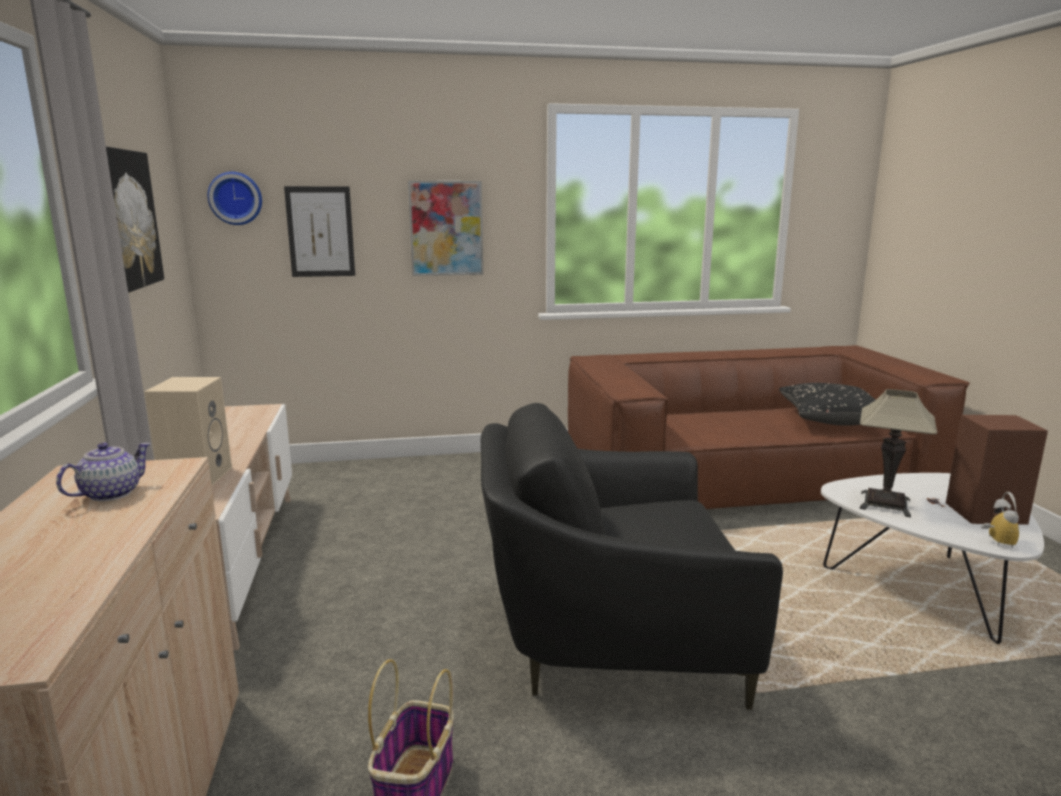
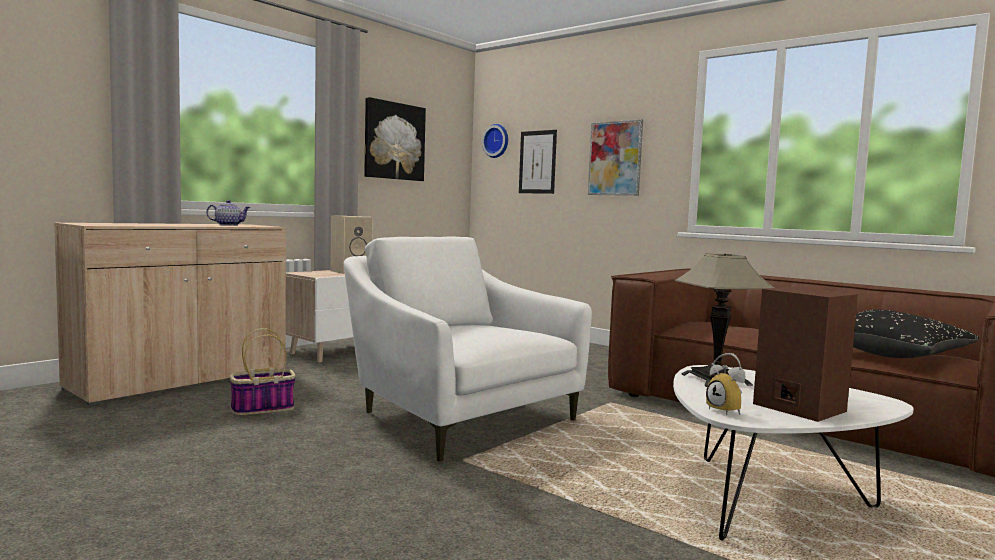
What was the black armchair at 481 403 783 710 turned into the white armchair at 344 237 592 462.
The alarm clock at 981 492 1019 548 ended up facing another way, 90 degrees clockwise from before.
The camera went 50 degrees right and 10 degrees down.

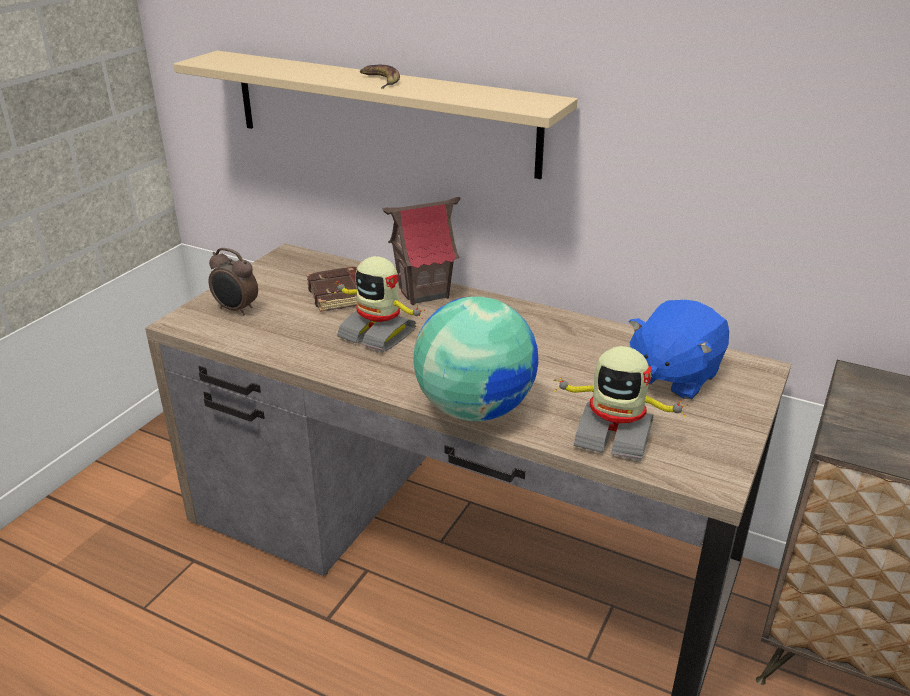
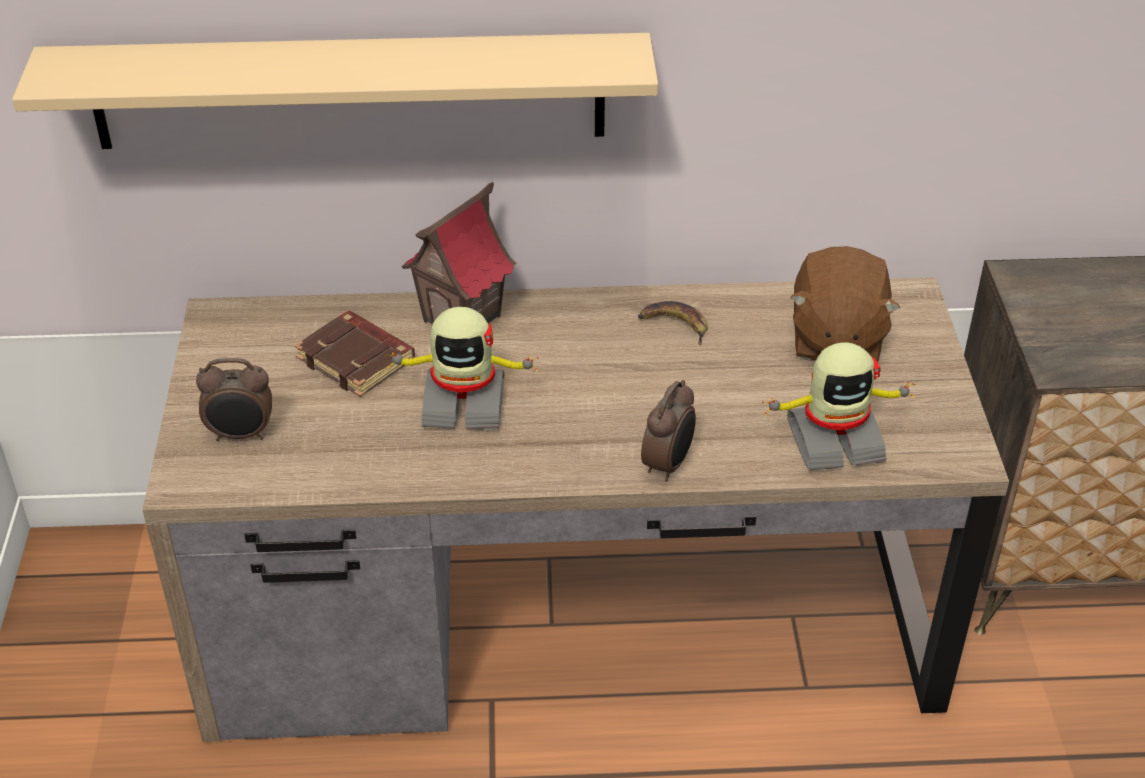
The banana ended up elsewhere, having gone from 360 65 400 89 to 638 301 708 346.
Where the globe stood at 413 297 538 421, the alarm clock came to stand at 641 380 696 482.
What was the blue plush toy at 629 300 729 399 turned into the brown plush toy at 790 246 900 362.
The camera went 30 degrees left and 10 degrees up.

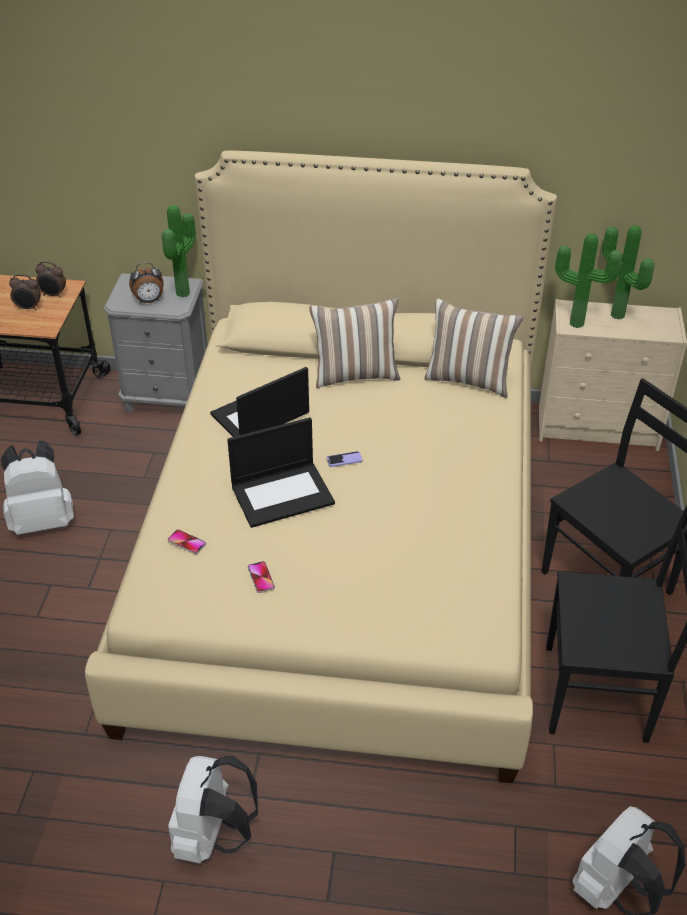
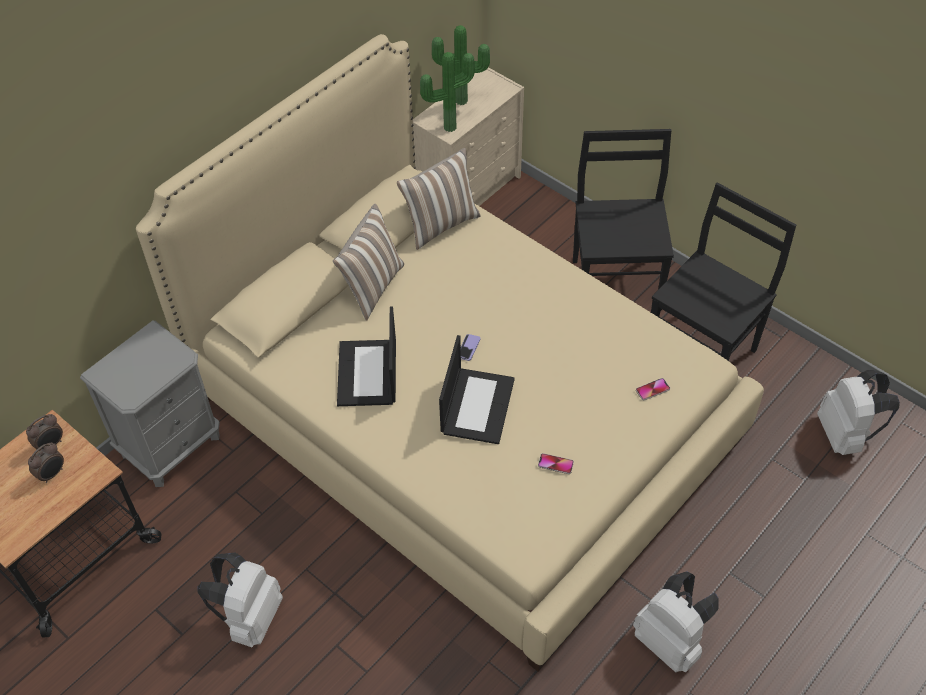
The second view lost the alarm clock at 129 262 164 303.
The second view lost the potted plant at 162 205 196 297.
The phone ended up elsewhere, having gone from 167 529 206 554 to 636 378 670 400.
The camera went 55 degrees left and 10 degrees up.

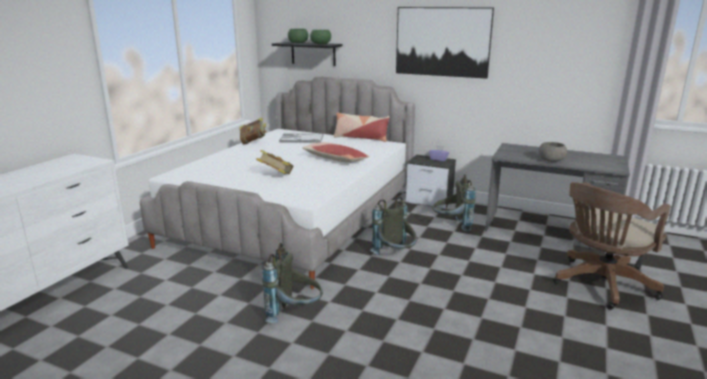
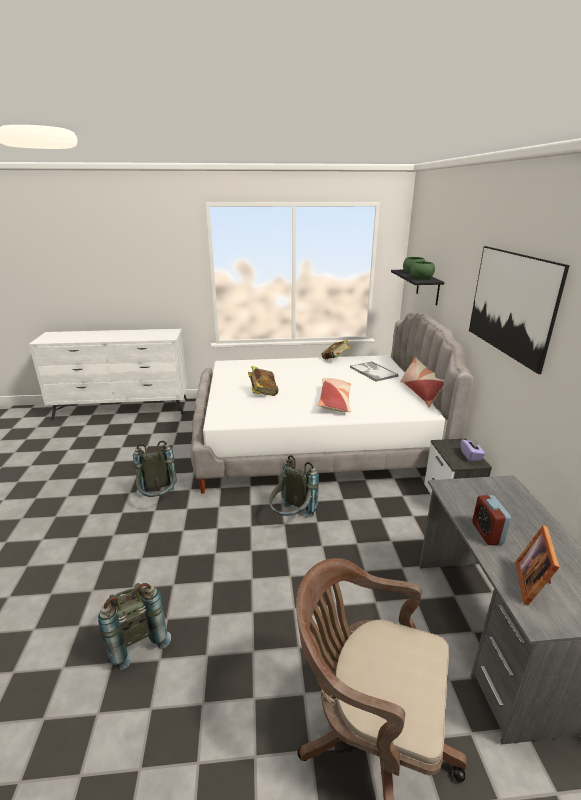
The second view gained the picture frame at 516 525 560 605.
The grey backpack ended up elsewhere, having gone from 432 174 476 231 to 98 583 171 670.
Where the grey bowl stood at 538 142 567 162, the alarm clock came to stand at 472 495 511 545.
The camera went 60 degrees right and 5 degrees up.

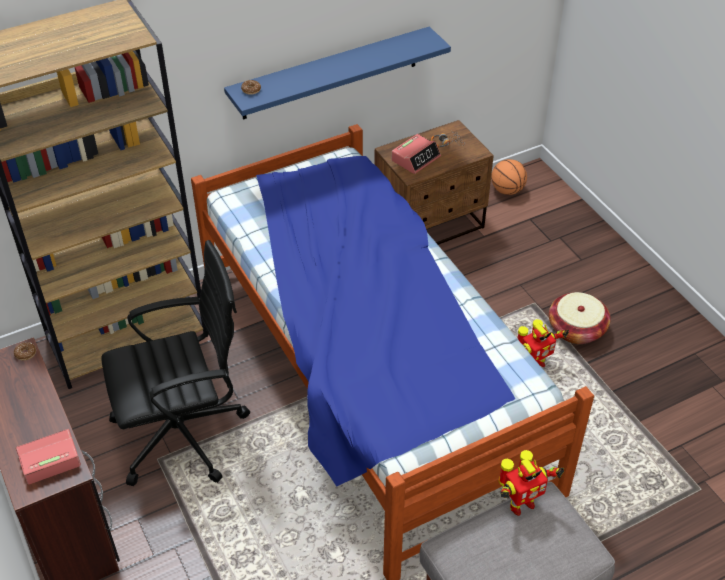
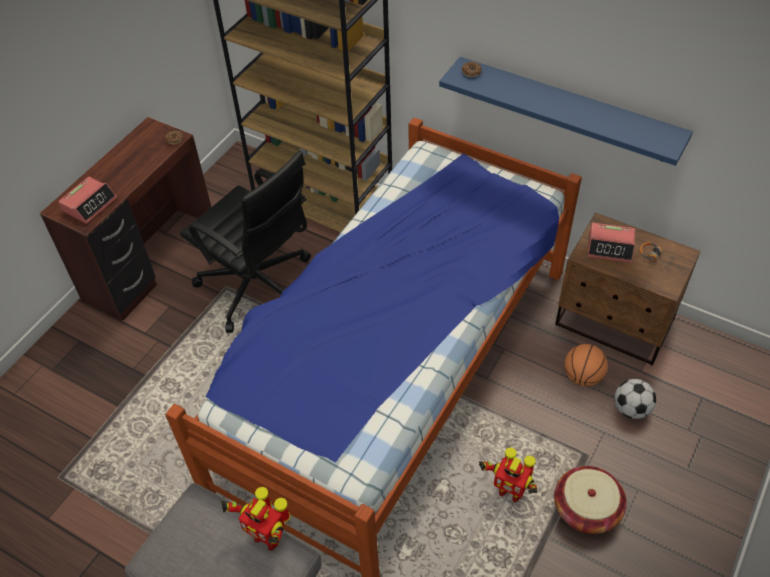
The second view gained the football at 615 379 656 419.
The basketball ended up elsewhere, having gone from 491 159 527 195 to 564 344 608 387.
The alarm clock at 16 429 81 485 ended up facing another way, 90 degrees clockwise from before.
The camera went 60 degrees right and 5 degrees up.

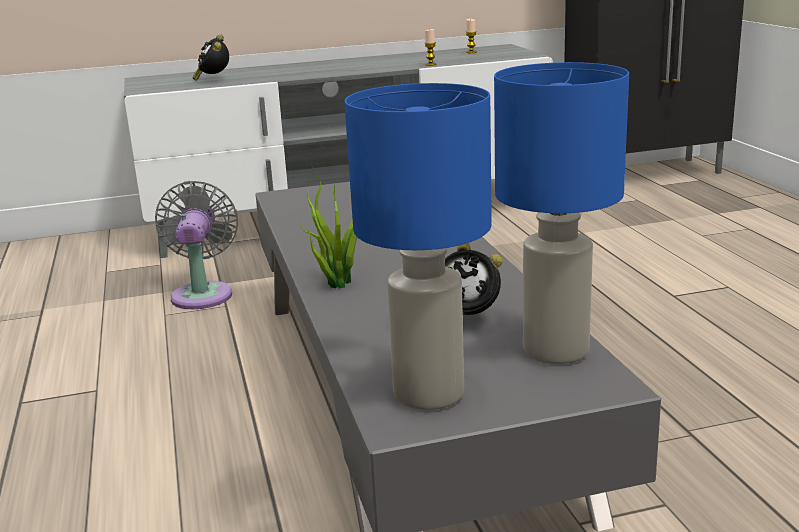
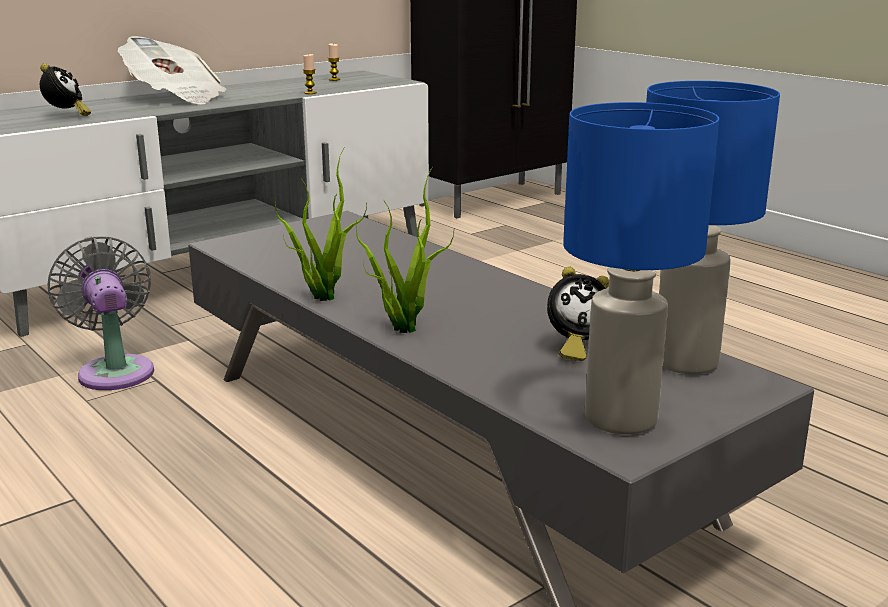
The second view gained the newspaper at 118 36 227 105.
The second view gained the potted plant at 275 147 367 301.
The alarm clock at 192 34 229 81 ended up facing another way, 150 degrees counterclockwise from before.
The camera went 25 degrees left and 0 degrees up.

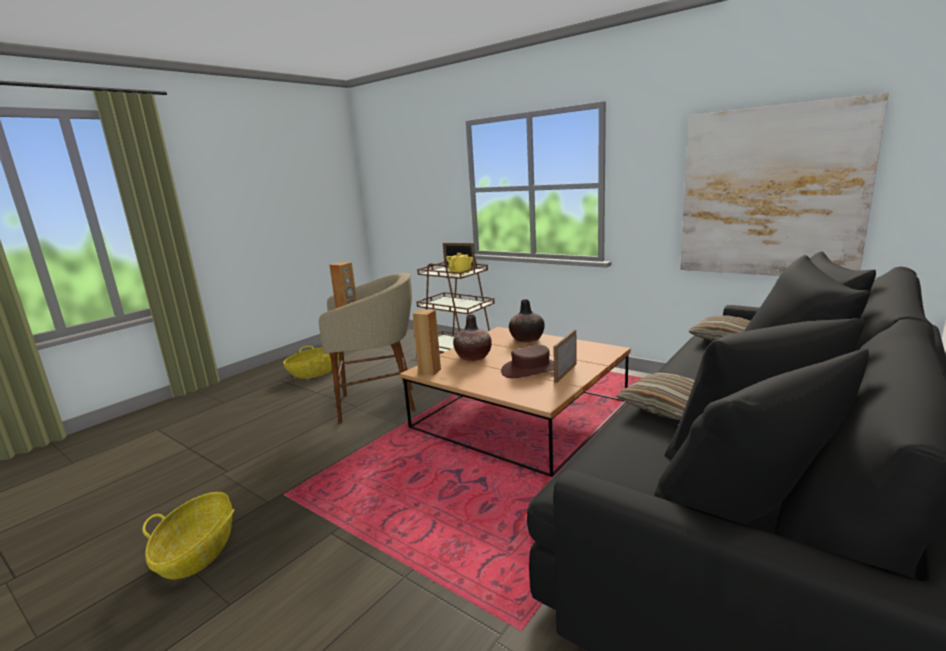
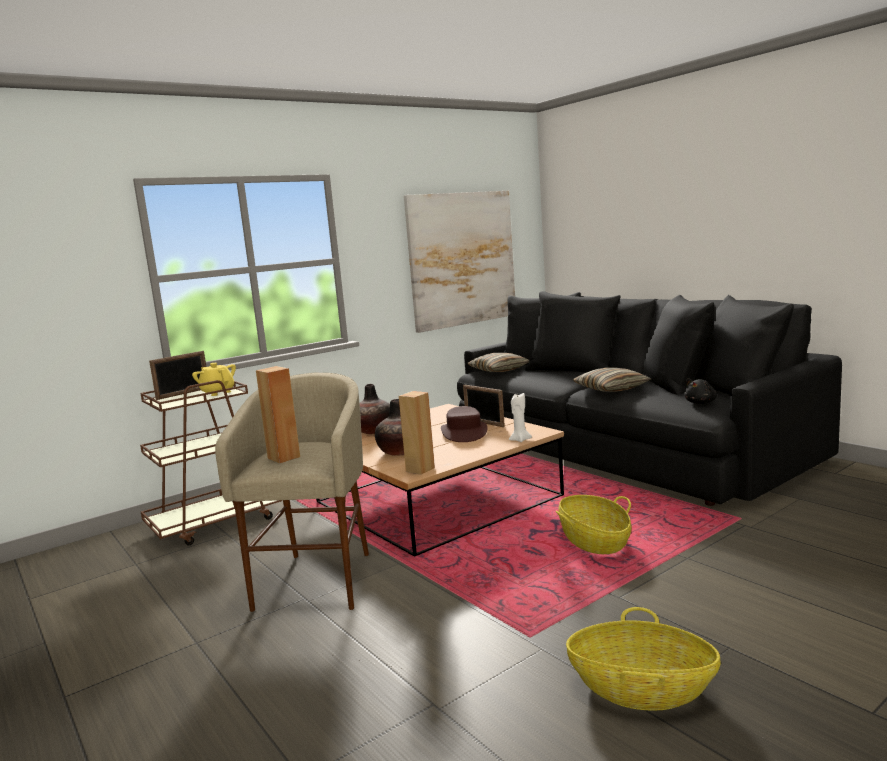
The second view gained the white candle at 509 393 532 442.
The second view gained the black plush toy at 684 378 717 404.
The basket ended up elsewhere, having gone from 283 346 339 378 to 556 495 631 554.
The camera went 75 degrees left and 5 degrees down.

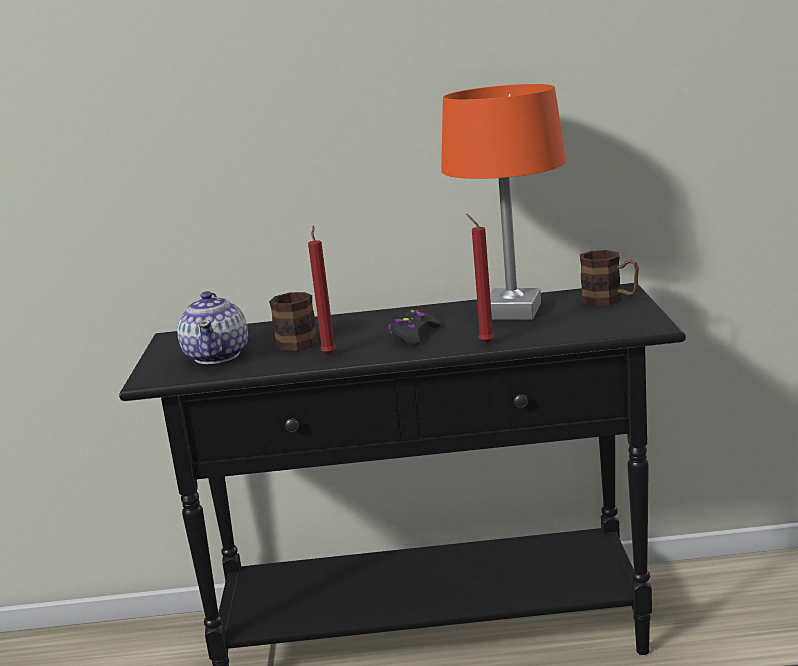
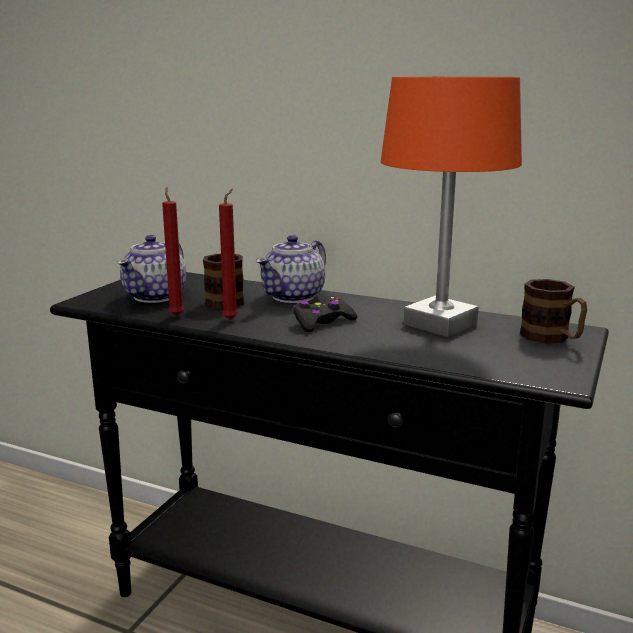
The second view gained the teapot at 256 235 326 303.
The red candle ended up elsewhere, having gone from 466 214 495 343 to 162 187 184 316.
The camera went 25 degrees right and 0 degrees up.

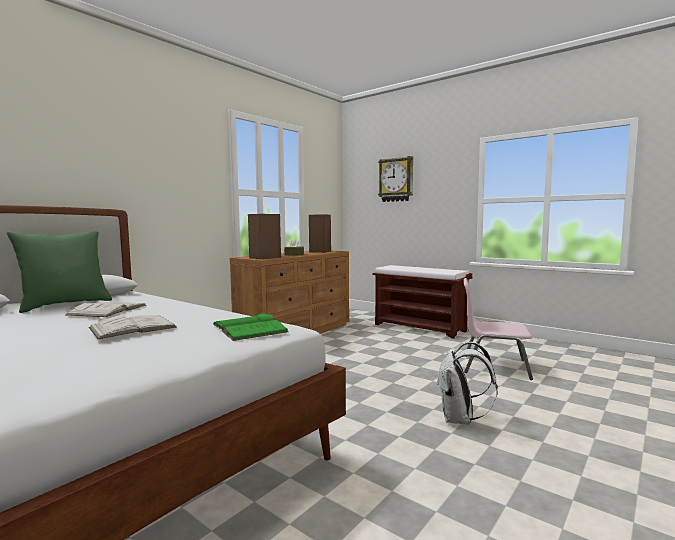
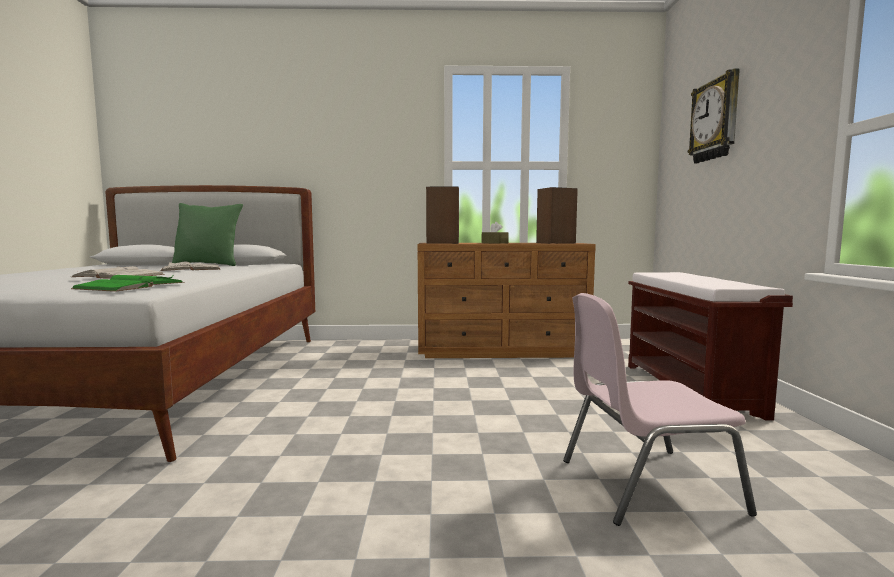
The second view lost the white backpack at 437 342 498 425.
The pink chair at 464 278 533 380 ended up facing another way, 75 degrees counterclockwise from before.
The camera went 50 degrees right and 0 degrees up.

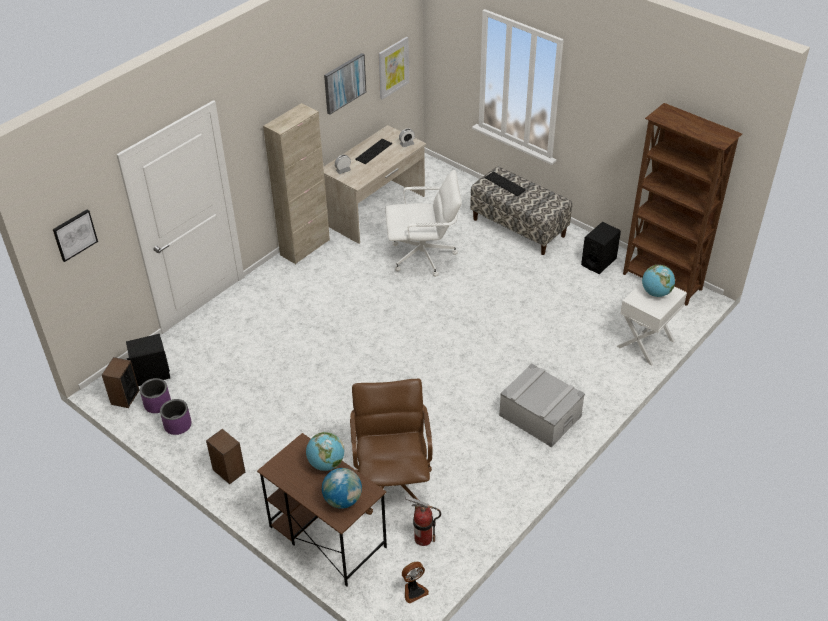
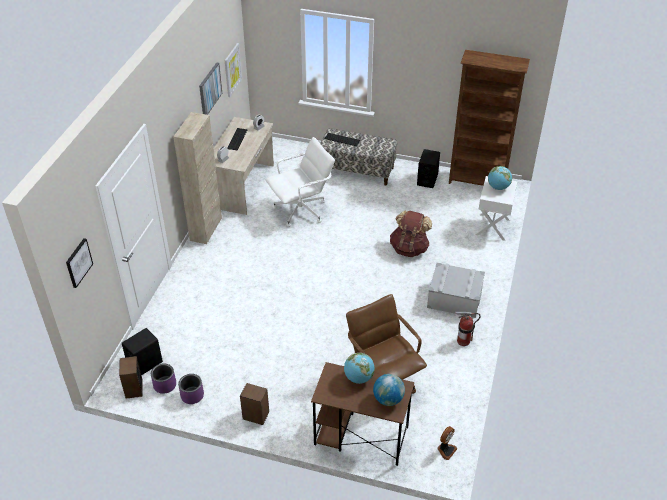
The second view gained the brown backpack at 390 210 432 257.
The fire extinguisher ended up elsewhere, having gone from 405 496 441 546 to 455 312 481 346.
The camera went 25 degrees left and 0 degrees up.

